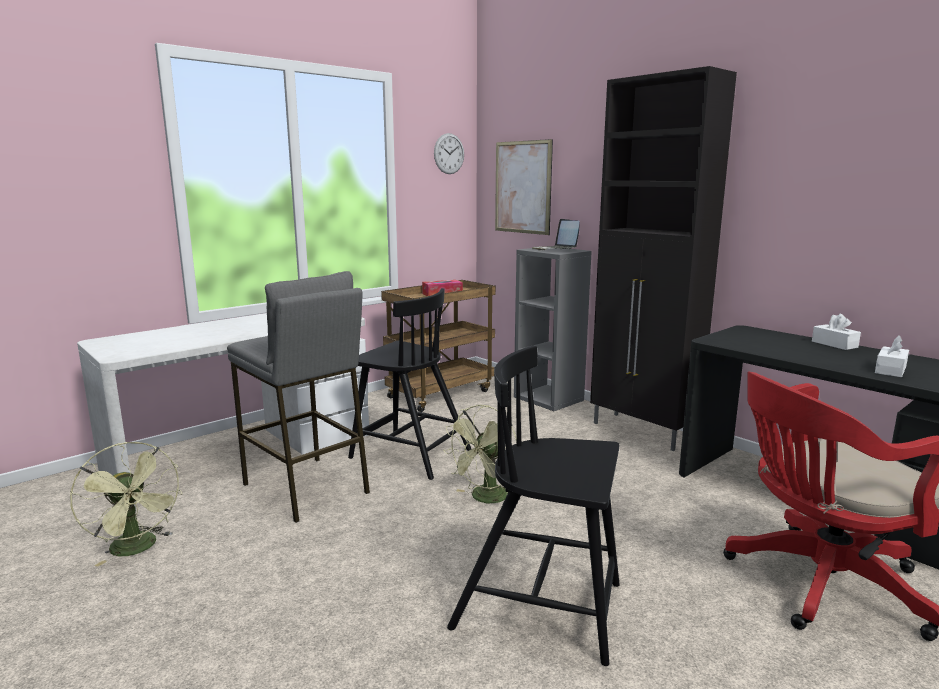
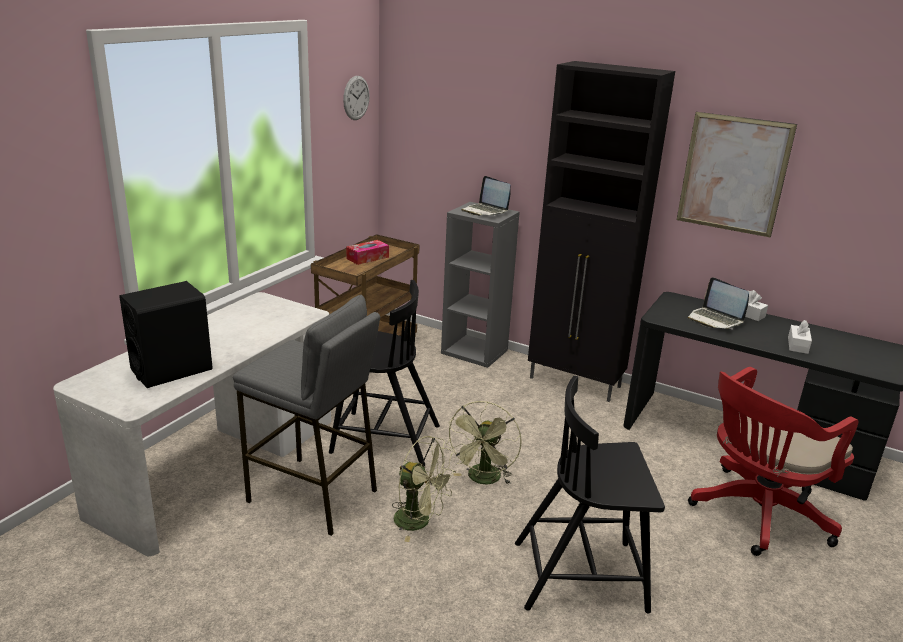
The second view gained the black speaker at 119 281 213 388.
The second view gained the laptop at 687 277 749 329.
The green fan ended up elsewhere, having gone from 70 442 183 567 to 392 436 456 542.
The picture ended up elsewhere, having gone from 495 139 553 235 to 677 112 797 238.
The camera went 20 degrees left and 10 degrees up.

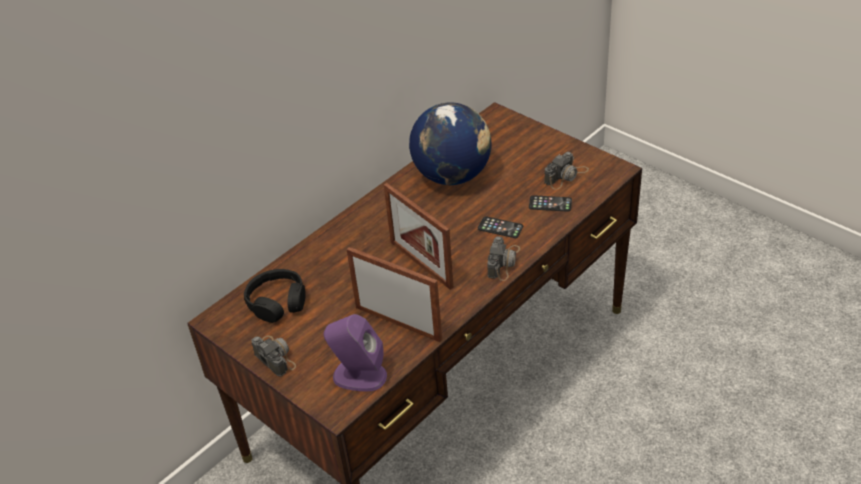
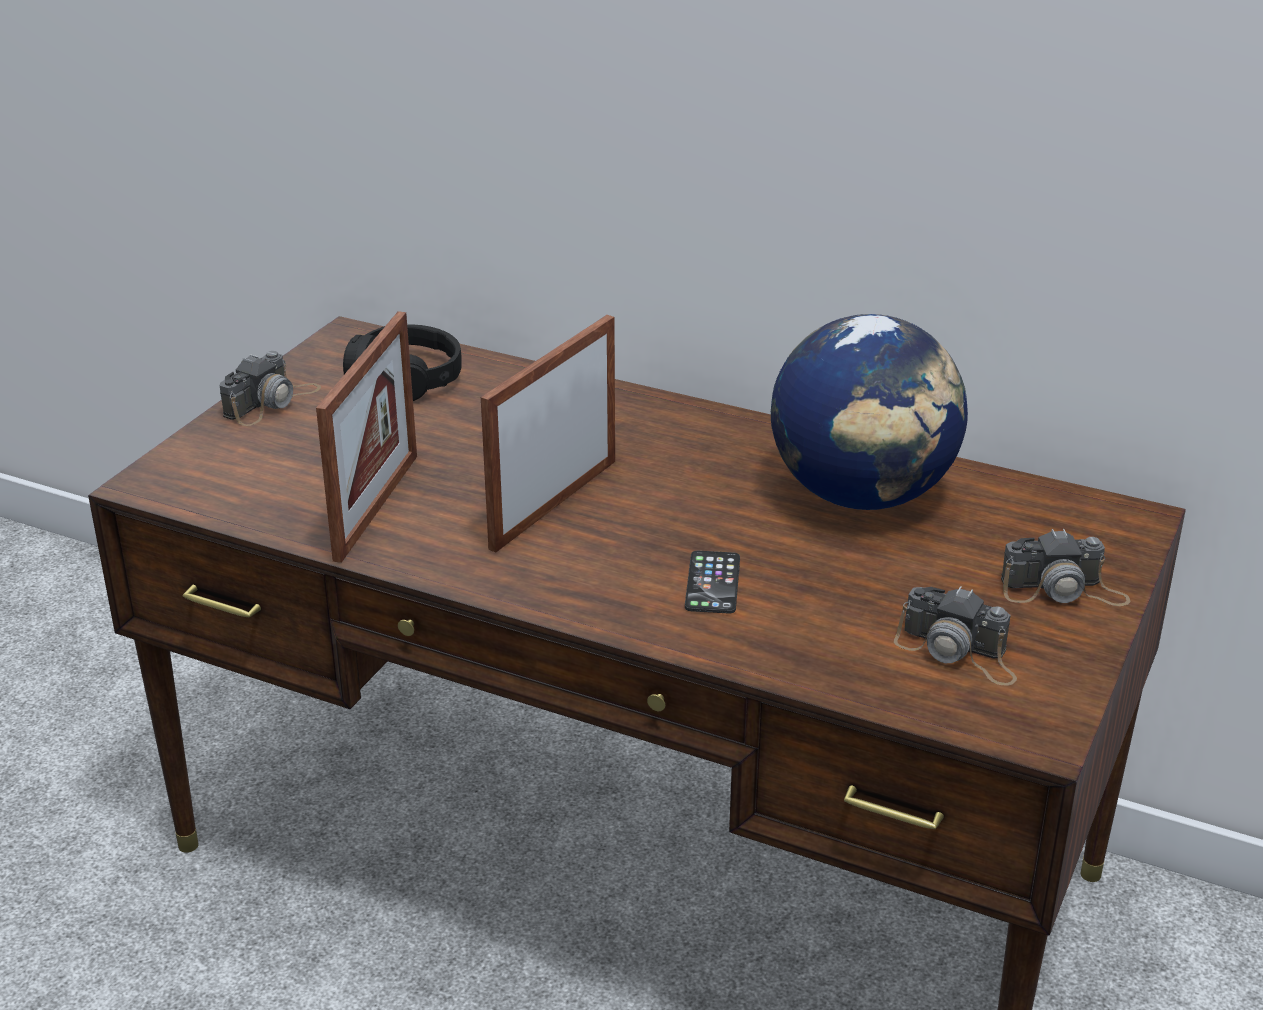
The second view lost the purple speaker at 324 314 387 392.
The second view lost the phone at 529 195 572 212.
The photo camera ended up elsewhere, having gone from 487 236 520 281 to 1001 529 1130 606.
The camera went 70 degrees right and 10 degrees down.

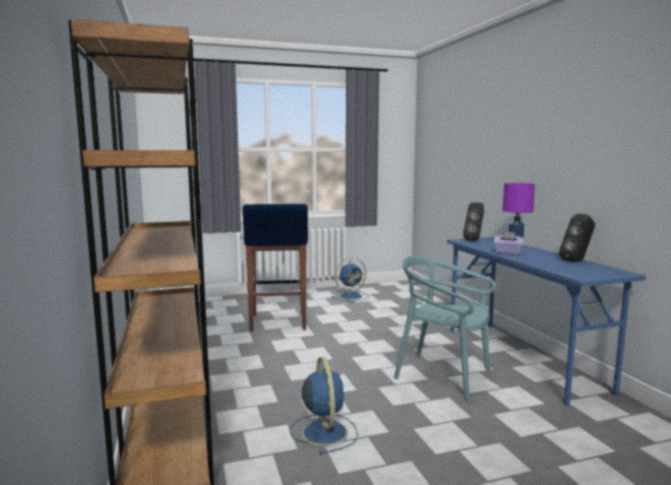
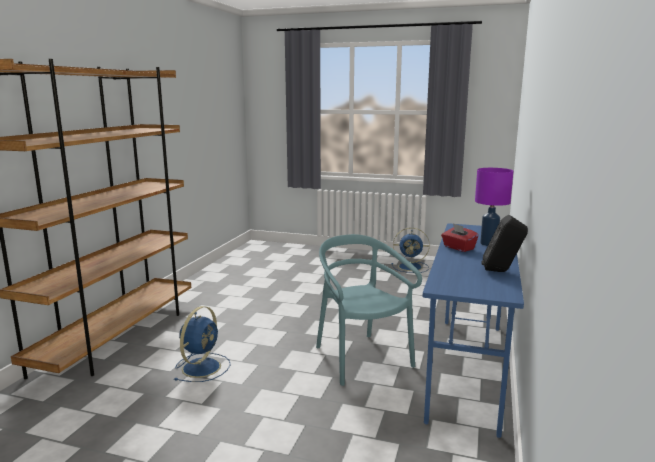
The second view lost the blue stool at 243 204 308 331.
The second view lost the black speaker at 463 202 484 241.
What was the purple tissue box at 494 232 523 255 turned into the red tissue box at 441 223 479 252.
The camera went 35 degrees right and 5 degrees up.

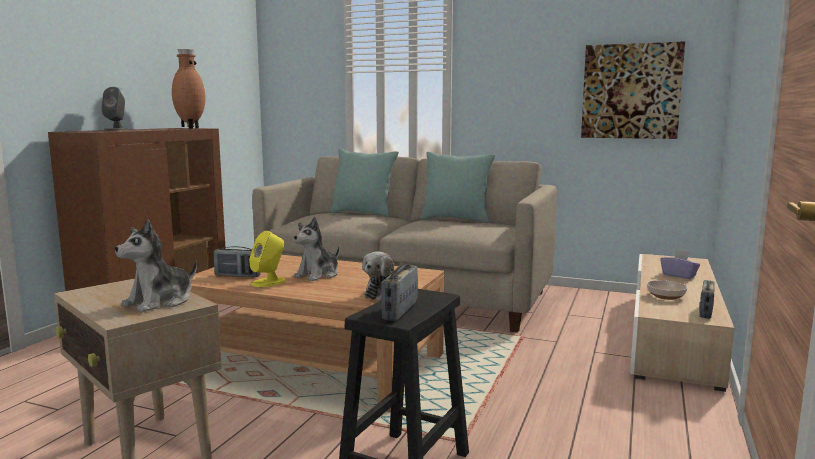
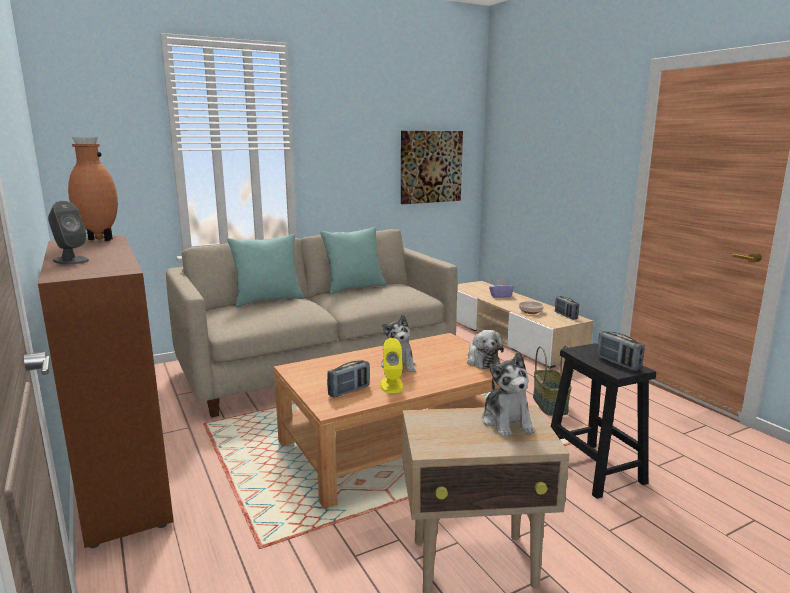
The second view gained the basket at 533 345 573 416.
The camera went 50 degrees left and 5 degrees up.

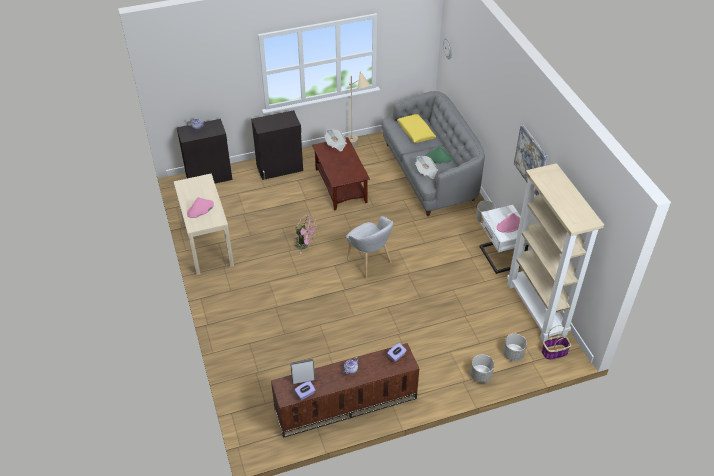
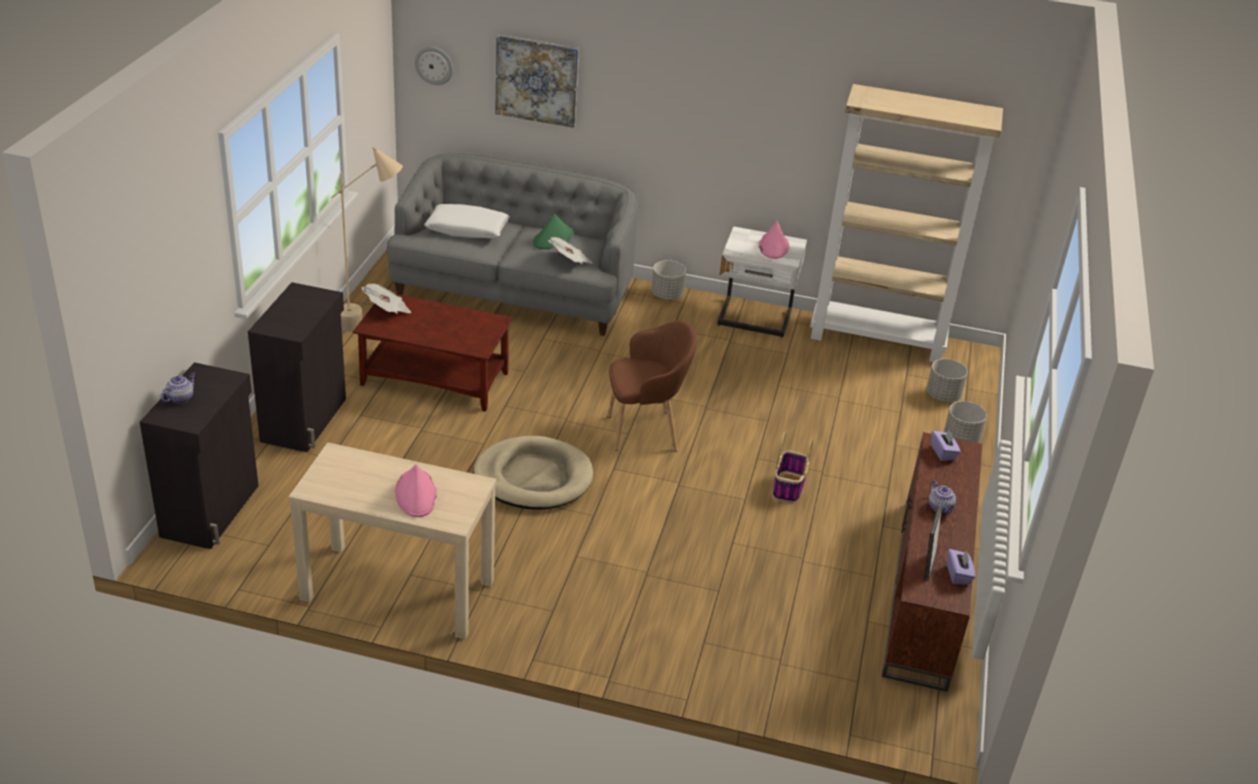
The picture ended up elsewhere, having gone from 514 125 547 196 to 495 35 579 128.
The basket ended up elsewhere, having gone from 541 325 571 360 to 773 432 813 502.
Where the pink fan stood at 295 215 318 254, the beige dog bed came to stand at 473 436 593 510.
What was the grey armchair at 346 216 393 279 turned into the brown armchair at 608 321 697 452.
What was the yellow pillow at 397 114 436 143 turned into the white pillow at 424 204 510 238.
The camera went 60 degrees left and 10 degrees down.

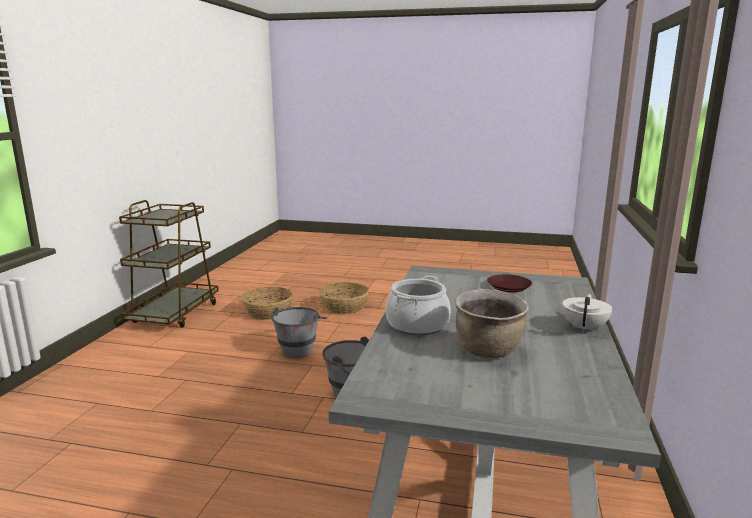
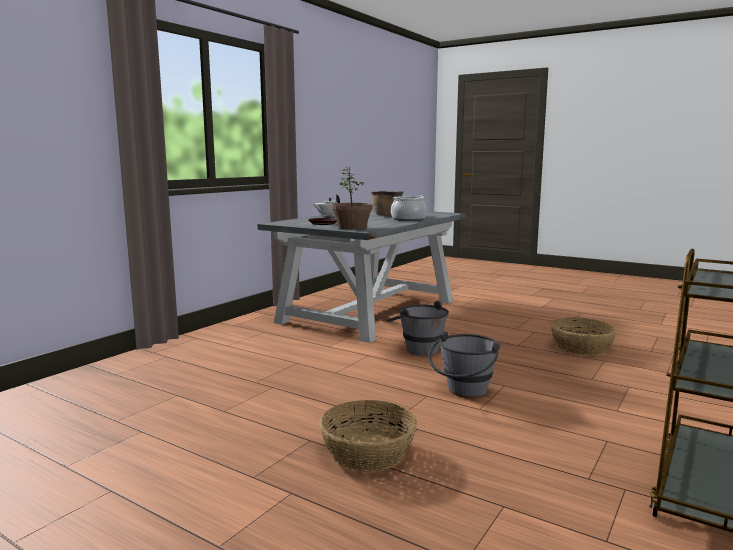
The second view gained the potted plant at 332 167 372 229.
The basket ended up elsewhere, having gone from 241 287 293 320 to 551 317 617 356.
The camera went 160 degrees left and 5 degrees down.

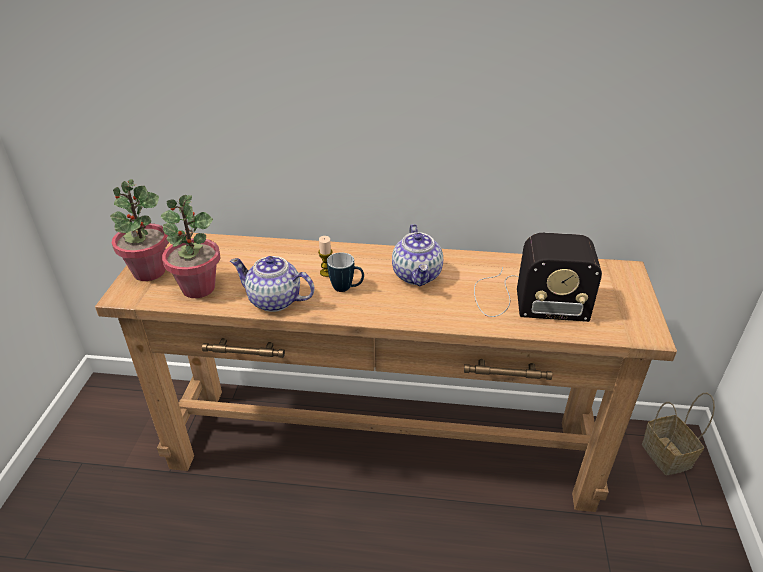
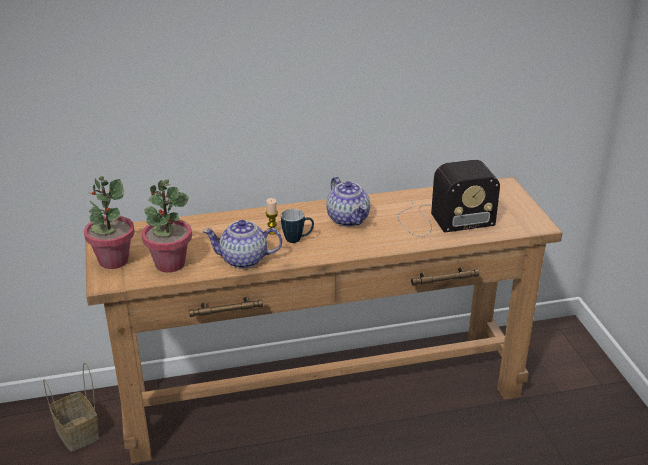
The basket ended up elsewhere, having gone from 642 393 715 475 to 43 362 99 452.
The camera went 20 degrees left and 5 degrees down.

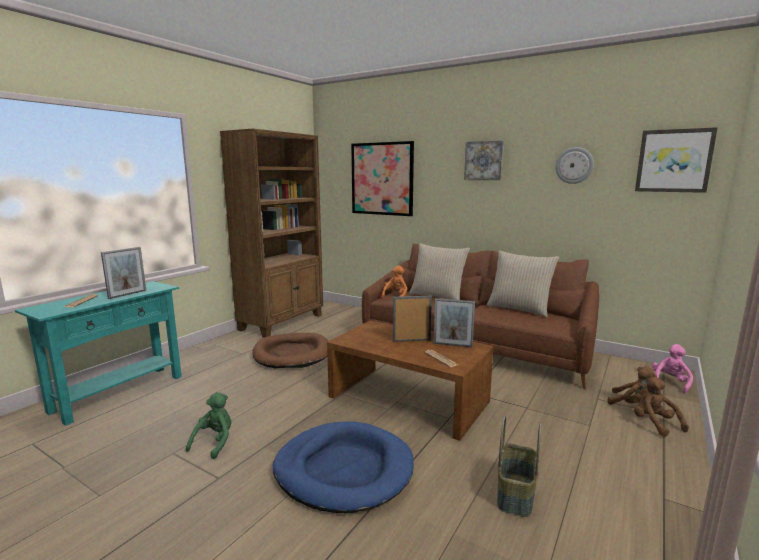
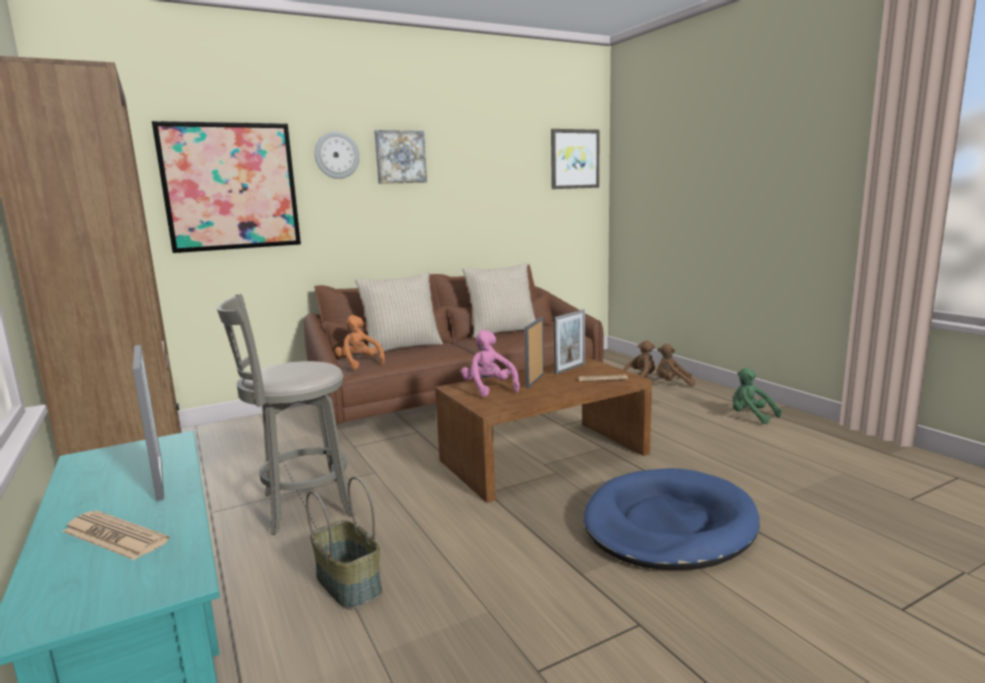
The green plush toy ended up elsewhere, having gone from 186 392 231 459 to 733 368 782 424.
The basket ended up elsewhere, having gone from 497 415 541 517 to 306 476 382 609.
The wall clock ended up elsewhere, having gone from 555 147 594 184 to 314 132 360 179.
The pink plush toy ended up elsewhere, having gone from 652 344 693 393 to 461 330 520 397.
Where the brown dog bed stood at 253 333 328 369, the grey stool came to stand at 217 294 355 535.
The camera went 60 degrees left and 0 degrees up.

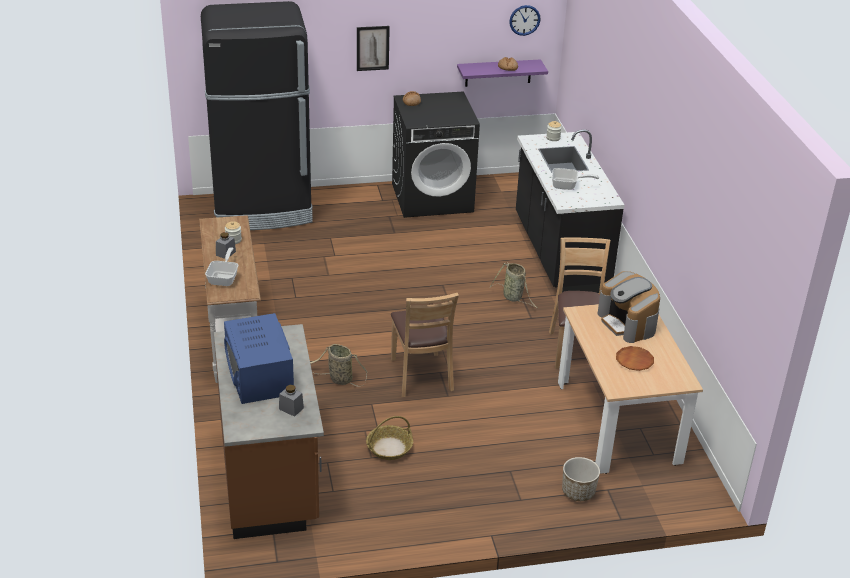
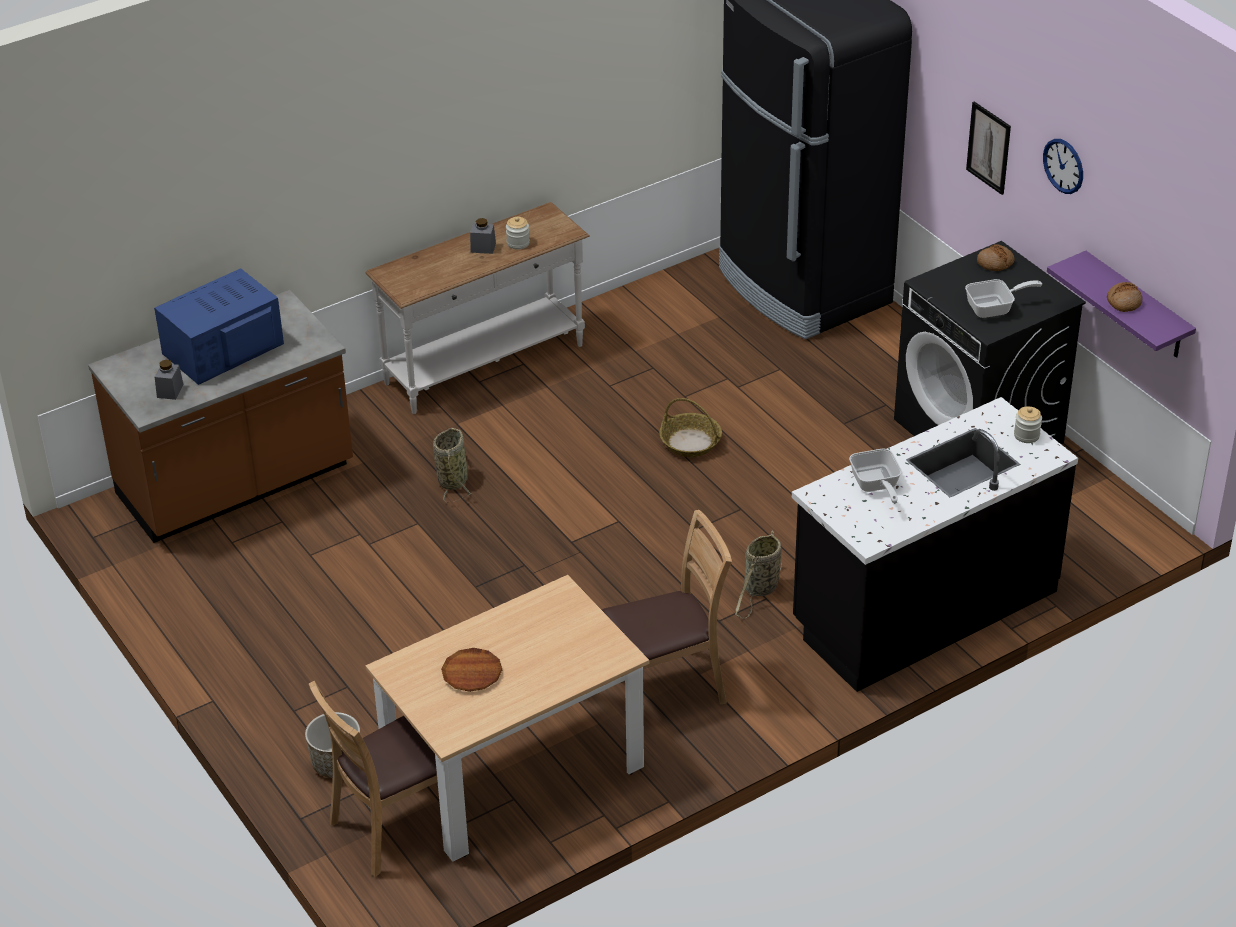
The second view lost the coffee machine at 598 271 660 343.
The frying pan ended up elsewhere, having gone from 205 247 238 286 to 965 279 1042 318.
The basket ended up elsewhere, having gone from 366 416 413 460 to 659 398 722 457.
The brown chair ended up elsewhere, having gone from 391 293 459 397 to 309 681 438 877.
The wall clock ended up elsewhere, having gone from 509 5 541 36 to 1043 139 1083 194.
The camera went 70 degrees right and 5 degrees up.

